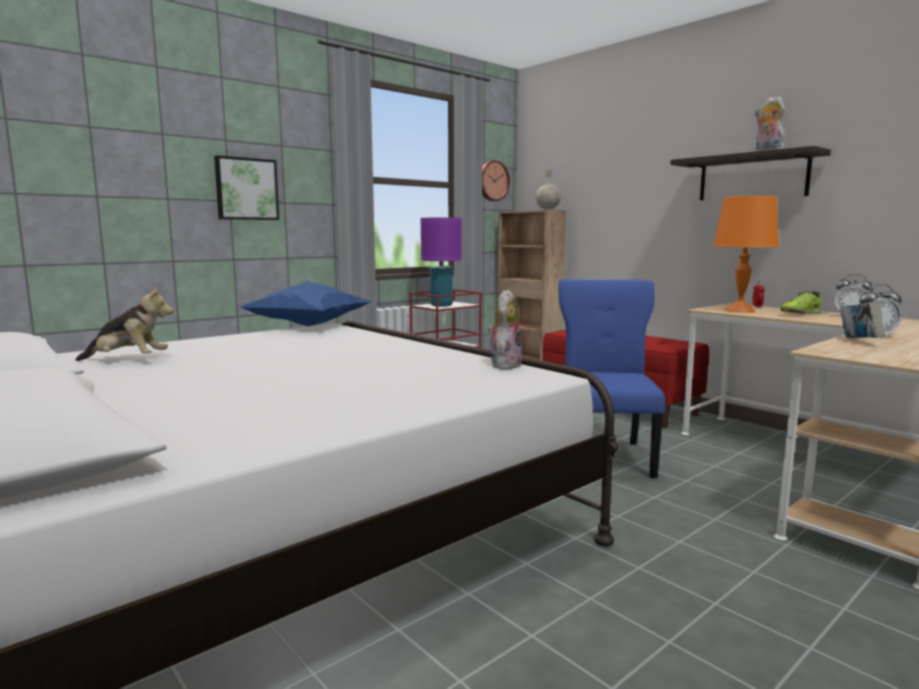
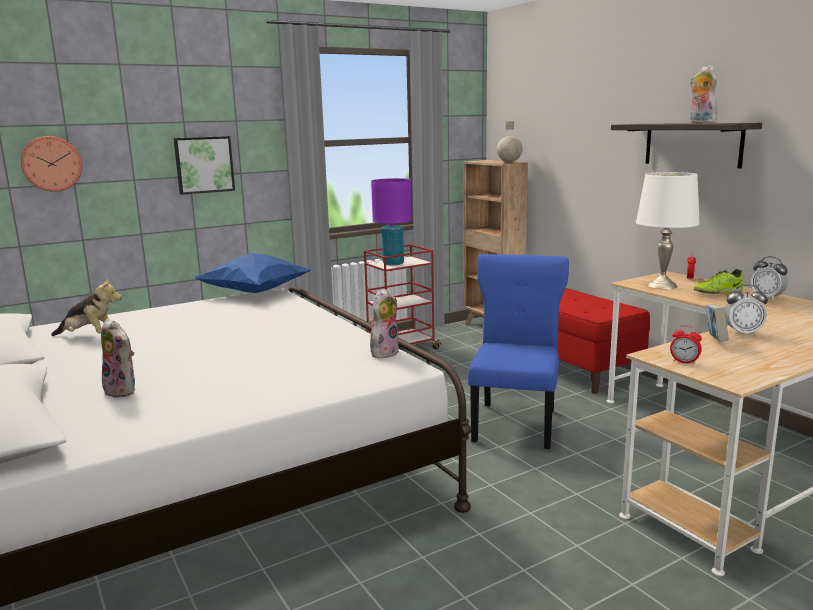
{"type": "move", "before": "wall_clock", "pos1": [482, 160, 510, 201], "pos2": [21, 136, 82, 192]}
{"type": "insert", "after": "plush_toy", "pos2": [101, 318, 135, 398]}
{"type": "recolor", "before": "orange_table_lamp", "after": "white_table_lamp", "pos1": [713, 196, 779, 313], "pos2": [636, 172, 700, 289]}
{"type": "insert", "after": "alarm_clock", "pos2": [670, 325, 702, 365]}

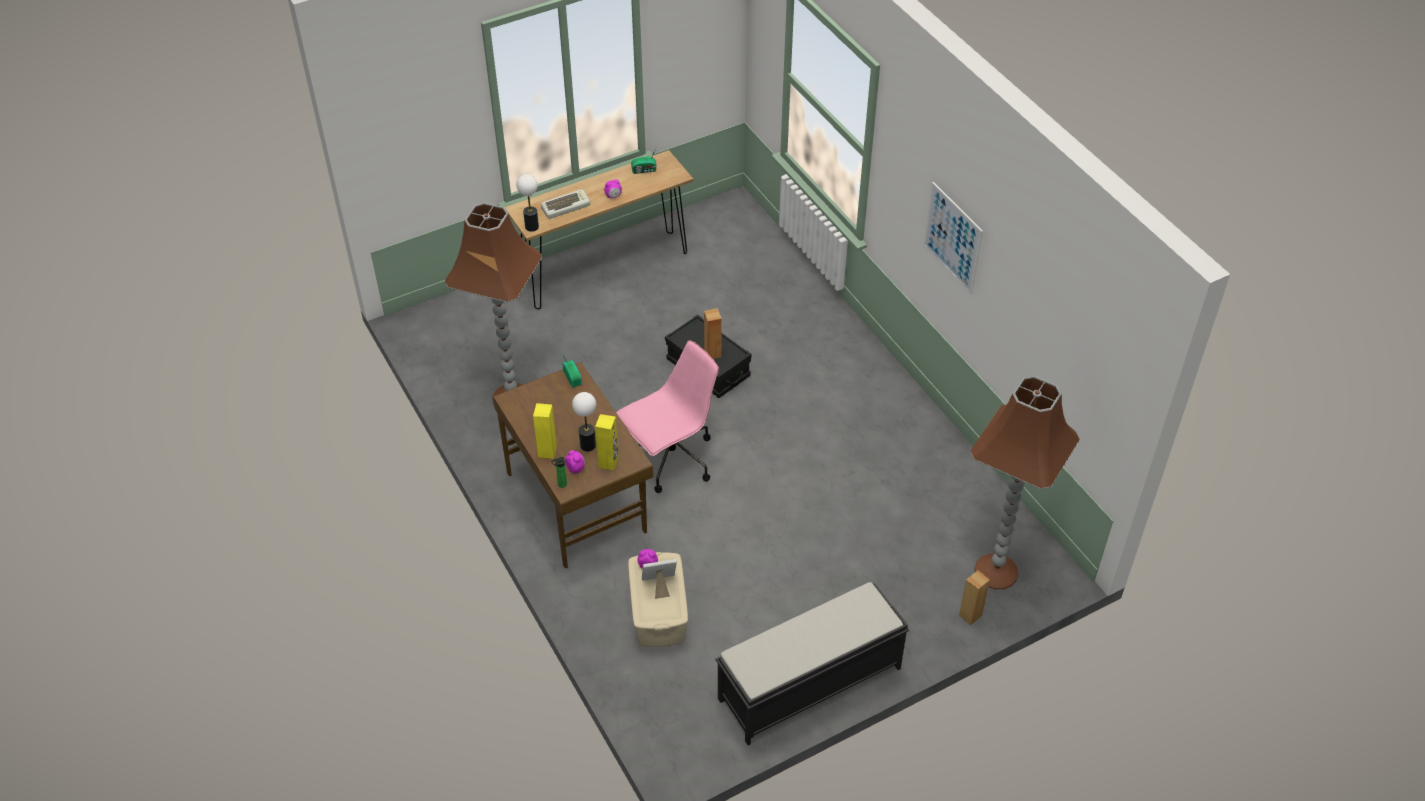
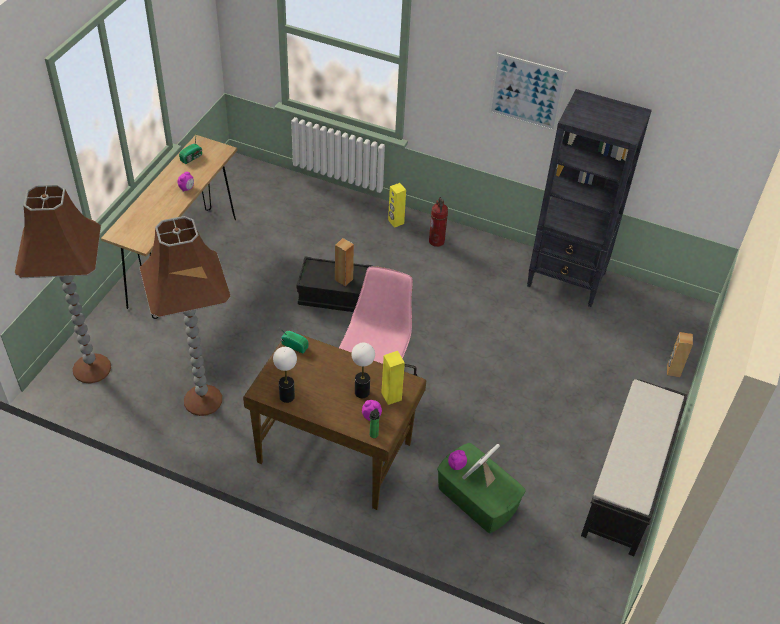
{"type": "move", "before": "brown_floor_lamp", "pos1": [970, 376, 1080, 589], "pos2": [14, 184, 111, 383]}
{"type": "move", "before": "table_lamp", "pos1": [517, 174, 539, 232], "pos2": [273, 347, 297, 403]}
{"type": "move", "before": "yellow_speaker", "pos1": [533, 403, 557, 459], "pos2": [388, 183, 406, 228]}
{"type": "insert", "after": "fire_extinguisher", "pos2": [429, 197, 448, 247]}
{"type": "recolor", "before": "beige_storage_box", "after": "green_storage_box", "pos1": [628, 552, 688, 647], "pos2": [437, 443, 526, 533]}
{"type": "insert", "after": "black_bookcase", "pos2": [527, 89, 652, 307]}
{"type": "delete", "before": "keyboard", "pos1": [541, 189, 590, 219]}

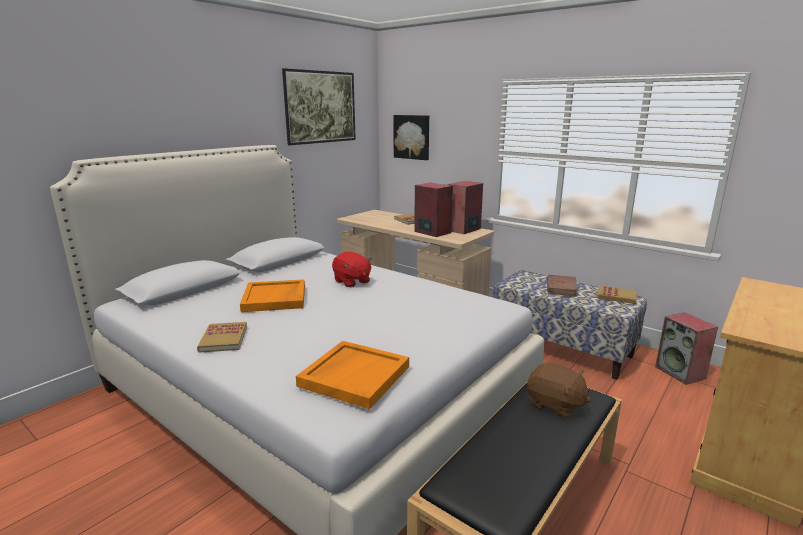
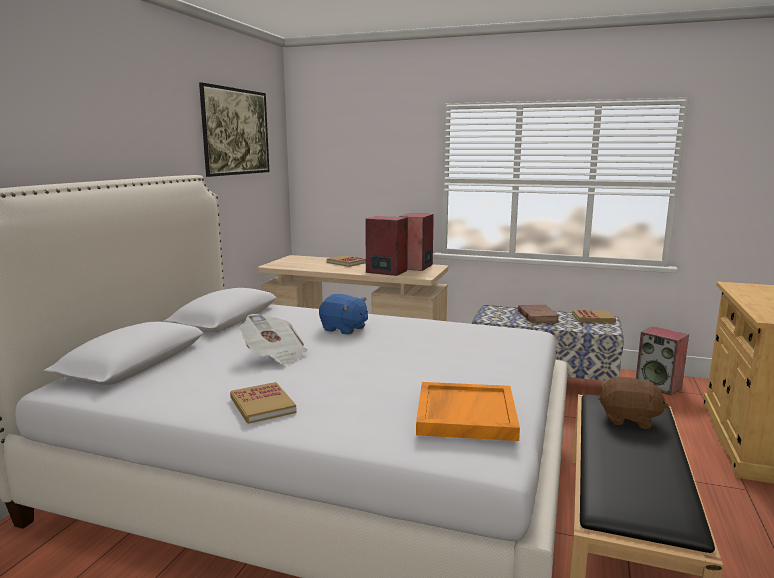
{"type": "replace", "before": "orange_tray", "after": "newspaper", "pos1": [240, 280, 305, 312], "pos2": [239, 314, 307, 366]}
{"type": "recolor", "before": "red_plush_toy", "after": "blue_plush_toy", "pos1": [332, 252, 372, 287], "pos2": [319, 294, 368, 335]}
{"type": "delete", "before": "picture", "pos1": [393, 115, 429, 160]}

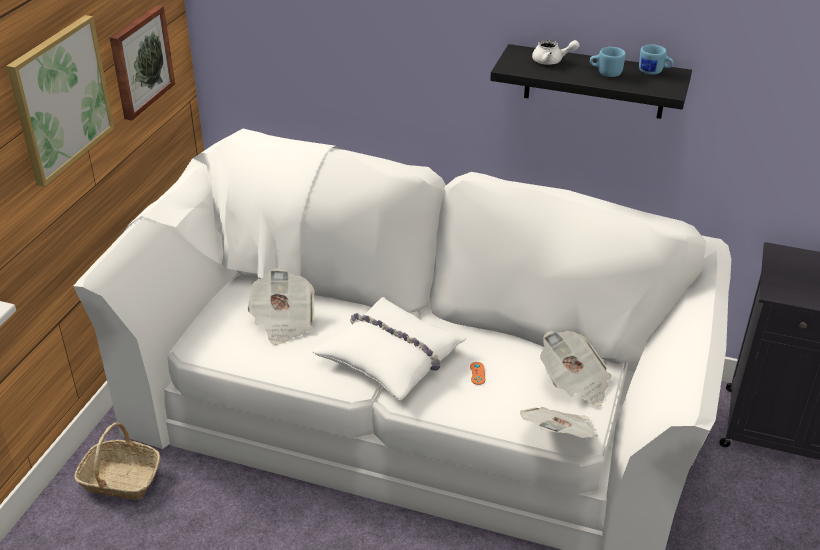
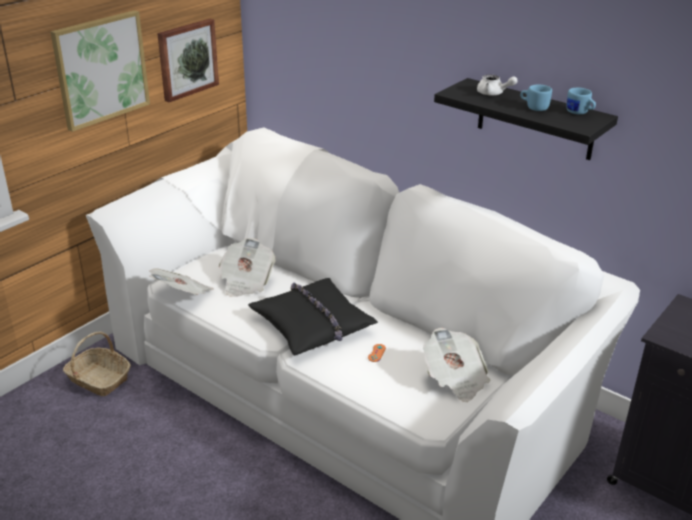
{"type": "move", "before": "newspaper", "pos1": [520, 407, 598, 438], "pos2": [149, 268, 214, 295]}
{"type": "recolor", "before": "white_pillow", "after": "black_pillow", "pos1": [312, 297, 466, 401], "pos2": [248, 278, 378, 356]}

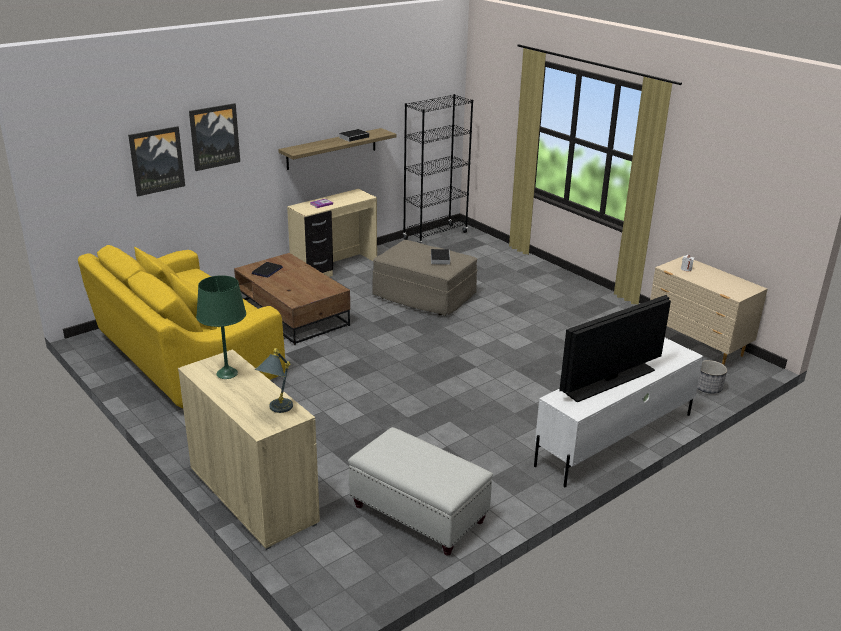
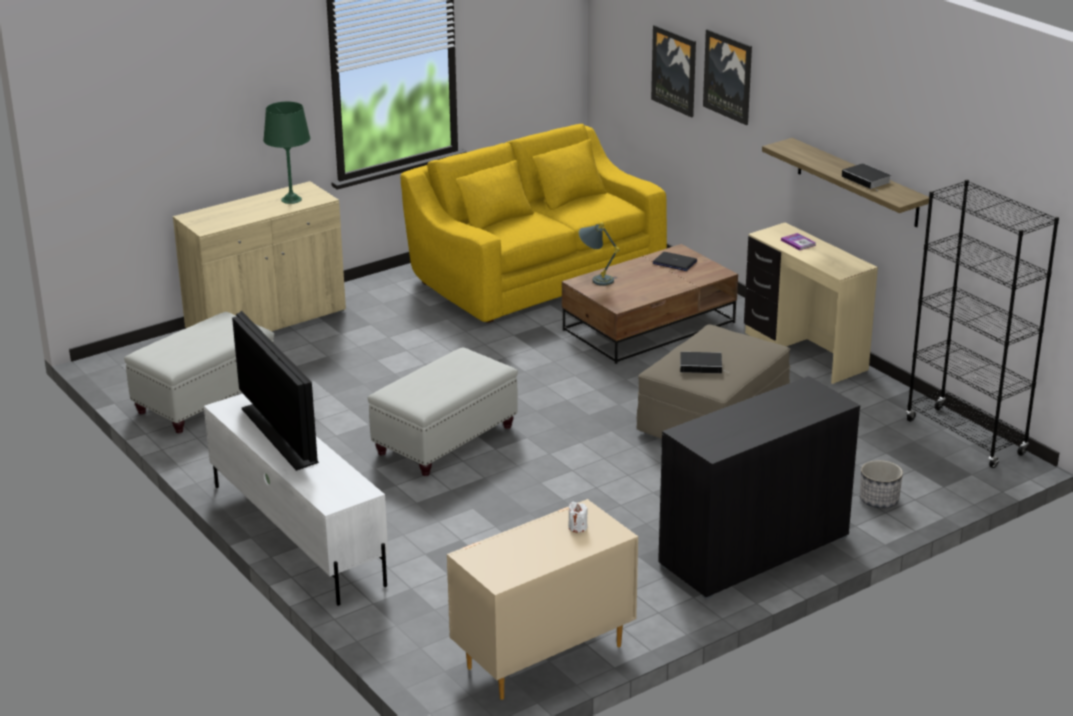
{"type": "insert", "after": "white_ottoman", "pos2": [367, 347, 518, 476]}
{"type": "move", "before": "grey_table_lamp", "pos1": [254, 348, 293, 413], "pos2": [579, 222, 620, 286]}
{"type": "insert", "after": "black_cabinet", "pos2": [658, 376, 860, 599]}
{"type": "move", "before": "planter", "pos1": [697, 360, 727, 394], "pos2": [860, 460, 903, 508]}

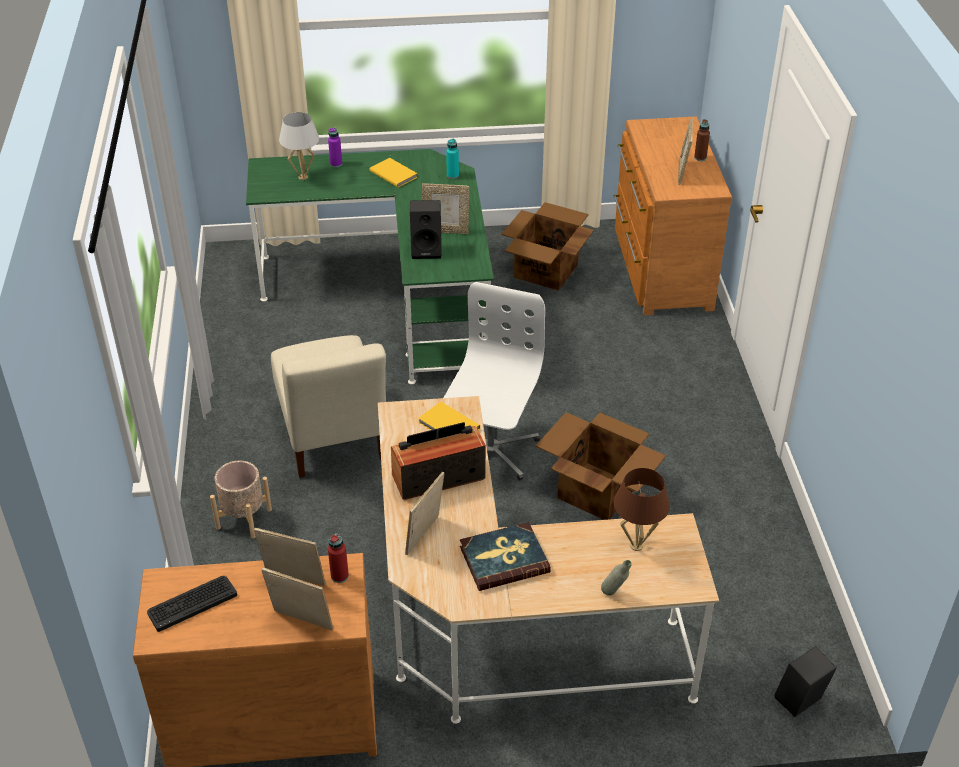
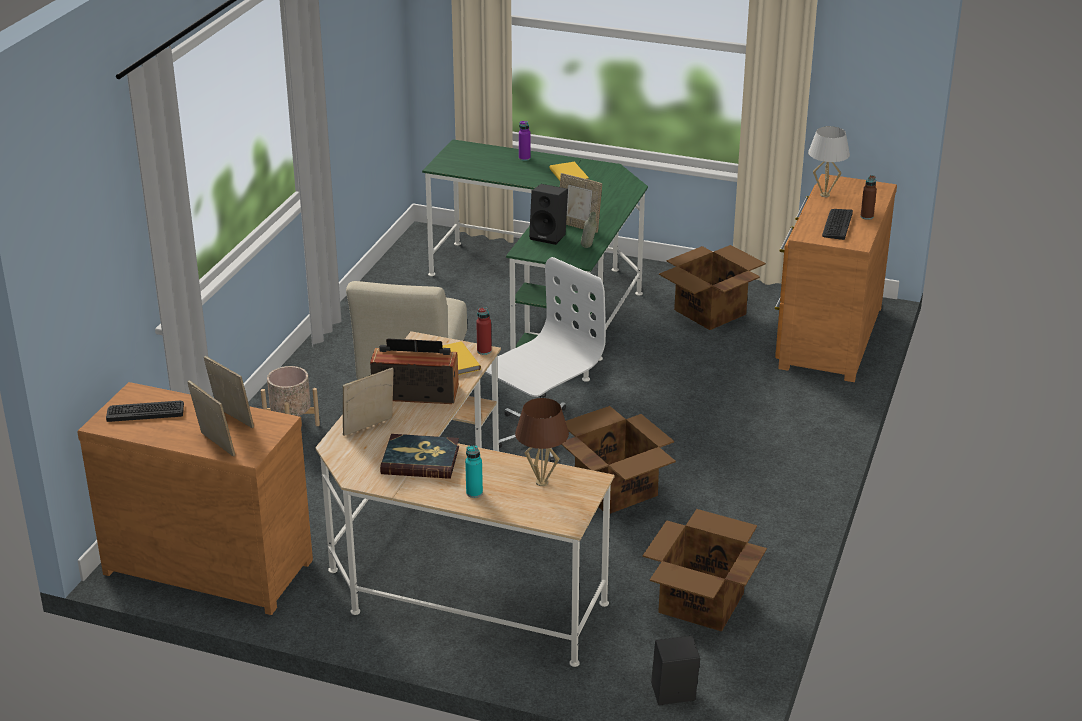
{"type": "move", "before": "turquoise_bottle", "pos1": [446, 139, 459, 179], "pos2": [465, 445, 483, 498]}
{"type": "move", "before": "red_bottle", "pos1": [328, 533, 349, 583], "pos2": [476, 307, 492, 355]}
{"type": "move", "before": "grey_bottle", "pos1": [601, 560, 632, 596], "pos2": [581, 212, 597, 248]}
{"type": "insert", "after": "cardboard_box", "pos2": [643, 509, 767, 632]}
{"type": "move", "before": "white_table_lamp", "pos1": [279, 112, 319, 180], "pos2": [808, 126, 850, 197]}
{"type": "replace", "before": "picture_frame", "after": "keyboard", "pos1": [678, 118, 693, 185], "pos2": [822, 209, 853, 240]}

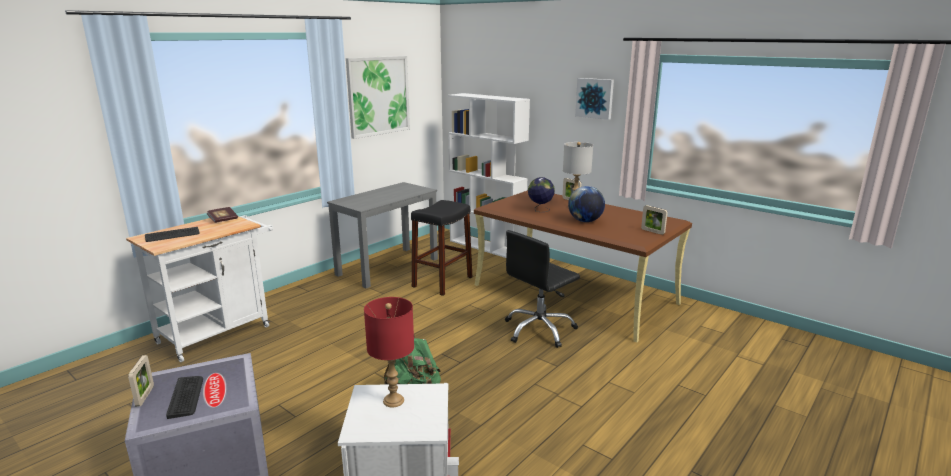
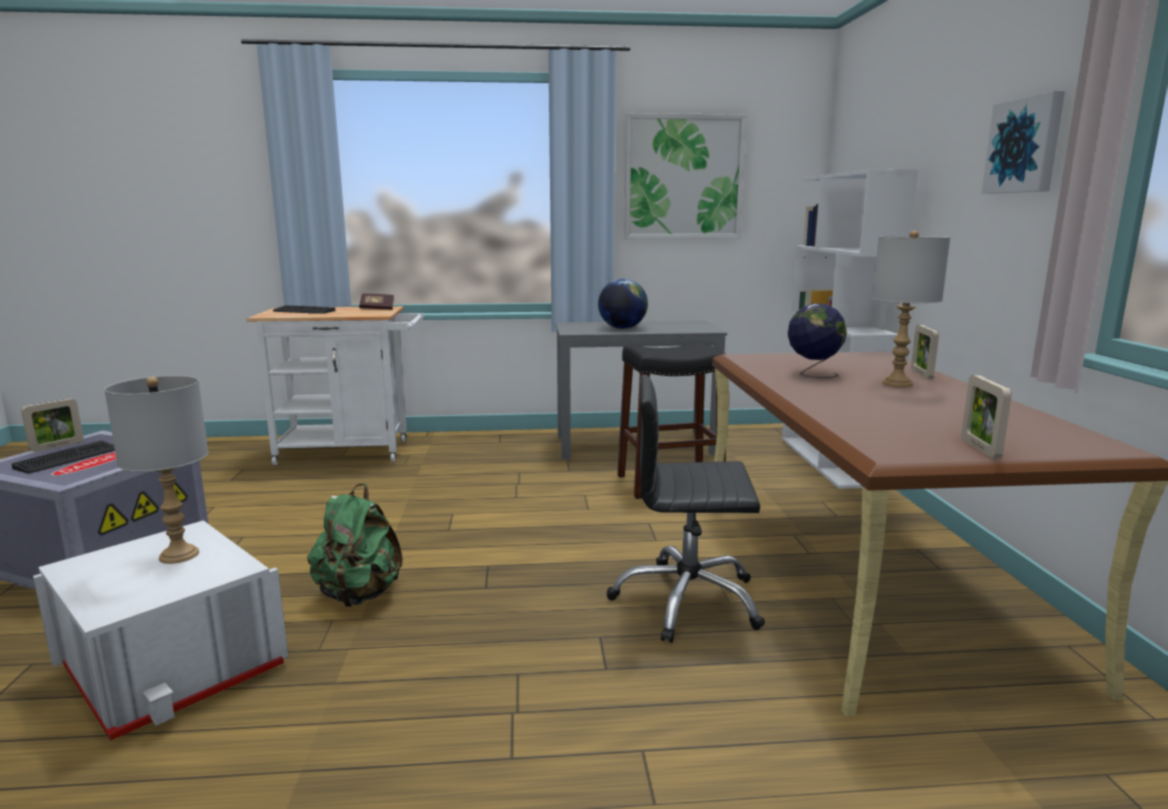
{"type": "recolor", "before": "red_table_lamp", "after": "grey_table_lamp", "pos1": [364, 297, 414, 407], "pos2": [104, 375, 208, 564]}
{"type": "move", "before": "globe", "pos1": [568, 186, 605, 222], "pos2": [598, 279, 648, 329]}

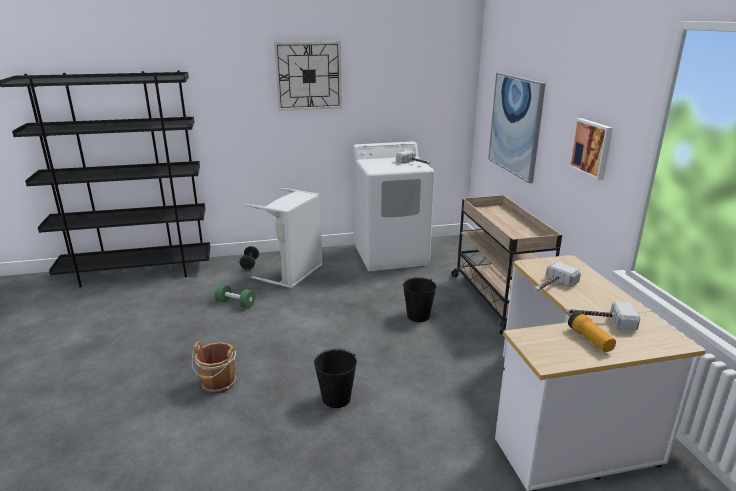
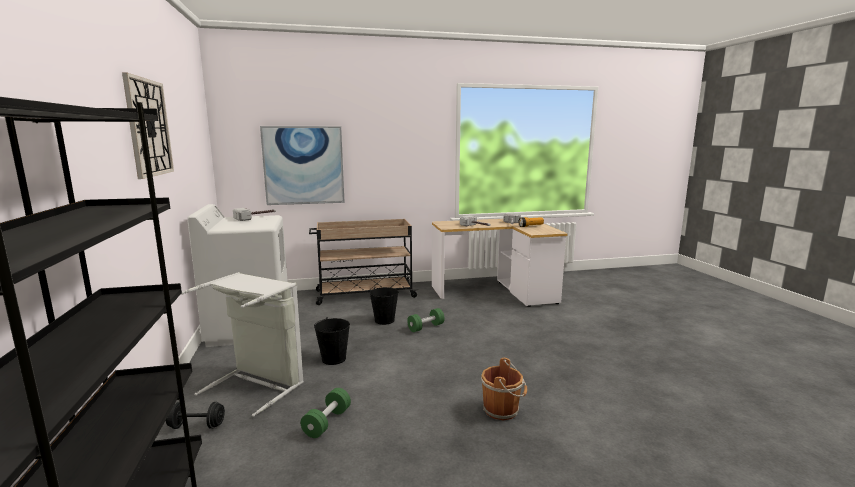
{"type": "move", "before": "black_bucket", "pos1": [314, 349, 357, 408], "pos2": [314, 317, 350, 365]}
{"type": "insert", "after": "green_dumbbell", "pos2": [407, 308, 445, 332]}
{"type": "delete", "before": "picture", "pos1": [569, 118, 613, 180]}

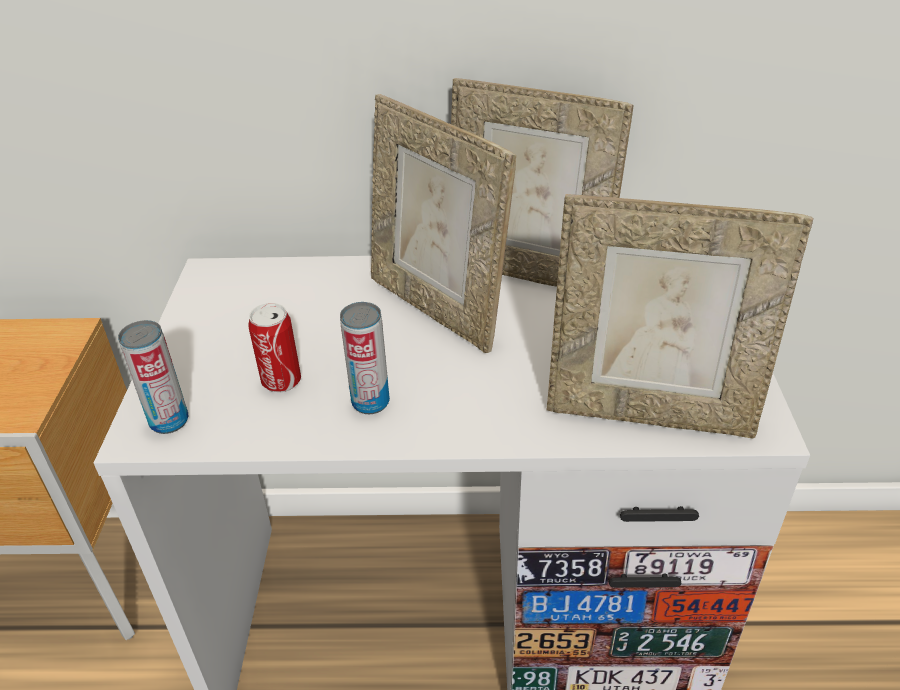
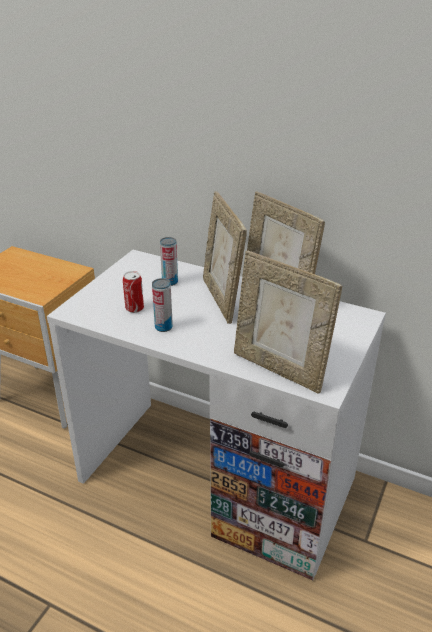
{"type": "move", "before": "can", "pos1": [118, 320, 188, 434], "pos2": [160, 237, 178, 286]}

